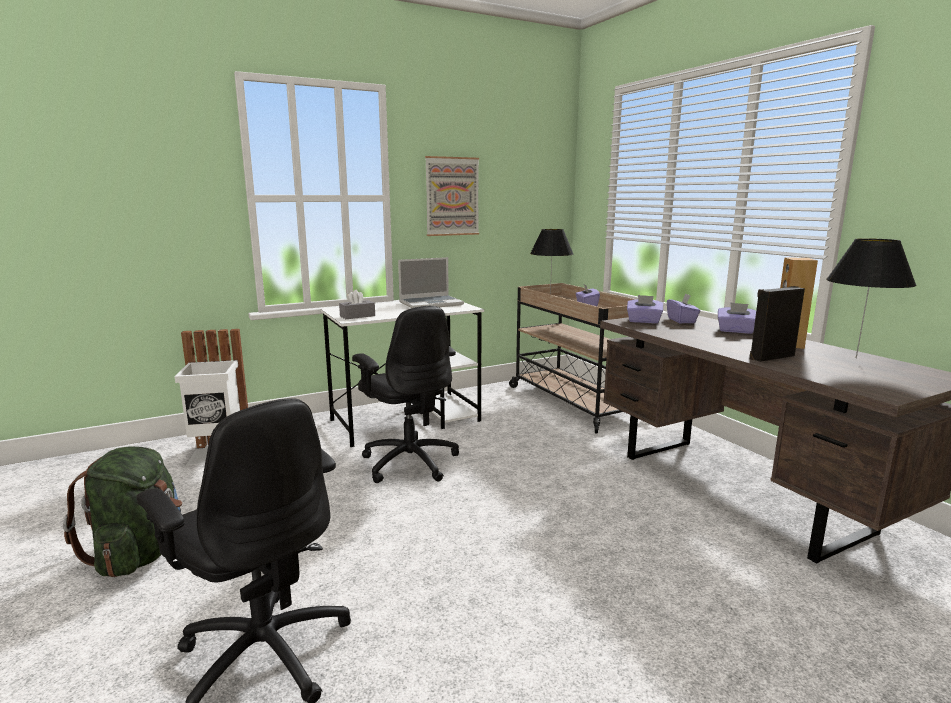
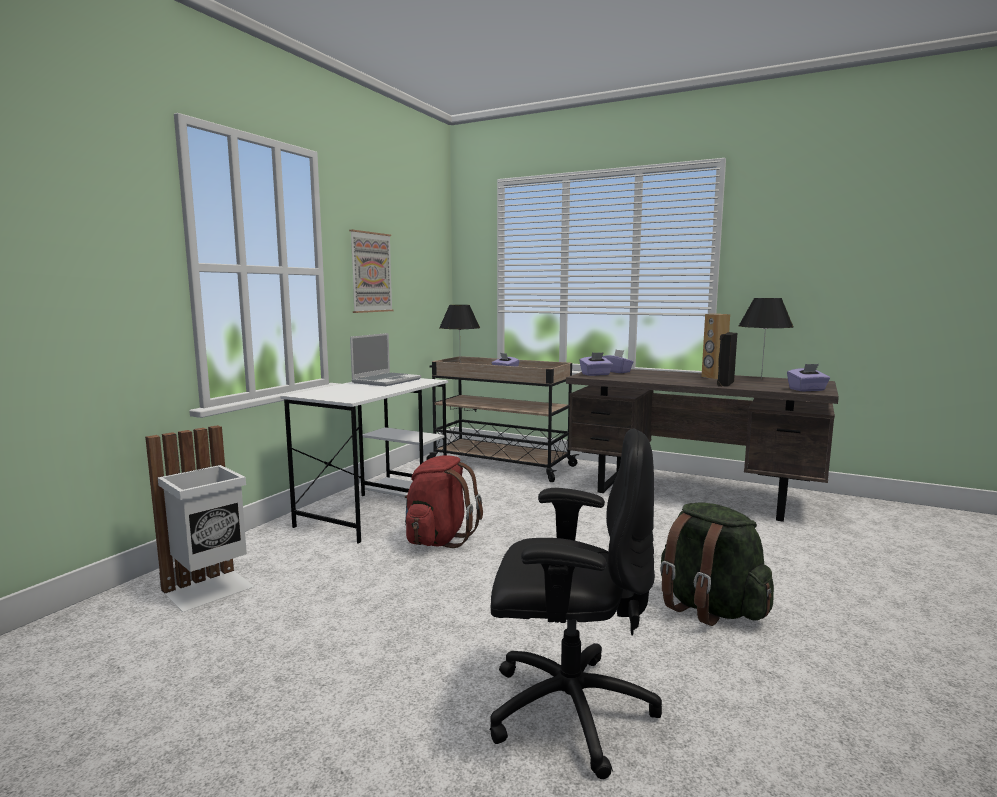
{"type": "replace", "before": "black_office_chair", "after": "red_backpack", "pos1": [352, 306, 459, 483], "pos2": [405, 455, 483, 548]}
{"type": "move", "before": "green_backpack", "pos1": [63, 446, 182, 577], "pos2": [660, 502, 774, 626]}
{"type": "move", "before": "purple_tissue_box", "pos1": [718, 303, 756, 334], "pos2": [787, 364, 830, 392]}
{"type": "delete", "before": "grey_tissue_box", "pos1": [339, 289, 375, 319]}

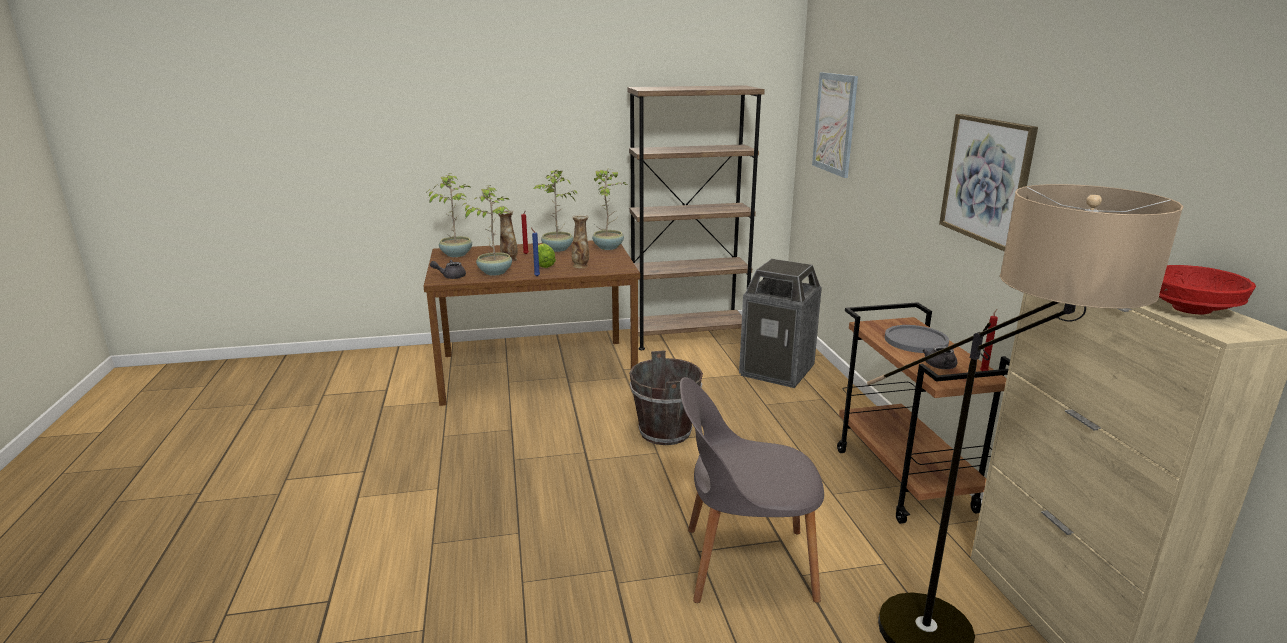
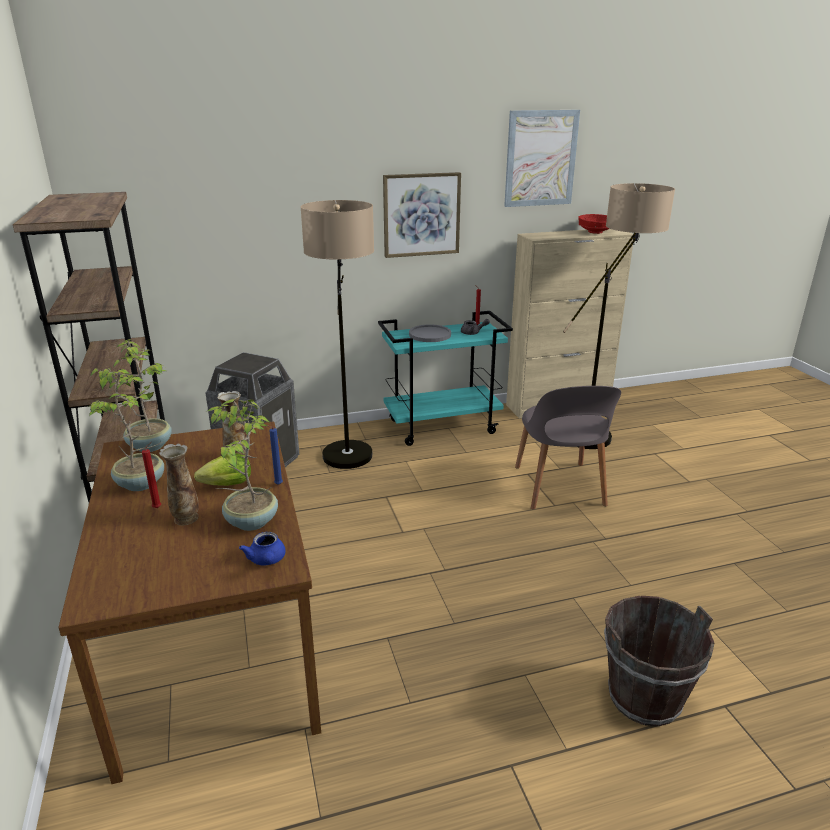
{"type": "recolor", "before": "grey_teapot", "after": "blue_teapot", "pos1": [430, 260, 466, 279], "pos2": [239, 532, 286, 565]}
{"type": "insert", "after": "floor_lamp", "pos2": [301, 200, 374, 469]}
{"type": "recolor", "before": "brown_cart", "after": "turquoise_cart", "pos1": [837, 302, 1010, 524], "pos2": [378, 311, 513, 446]}
{"type": "move", "before": "picture", "pos1": [812, 72, 858, 178], "pos2": [504, 110, 580, 207]}
{"type": "move", "before": "brown_bucket", "pos1": [629, 350, 703, 445], "pos2": [604, 596, 714, 727]}
{"type": "delete", "before": "potted_plant", "pos1": [428, 173, 472, 257]}

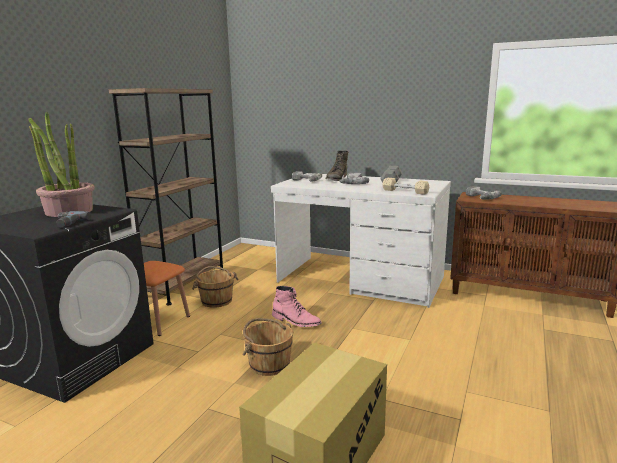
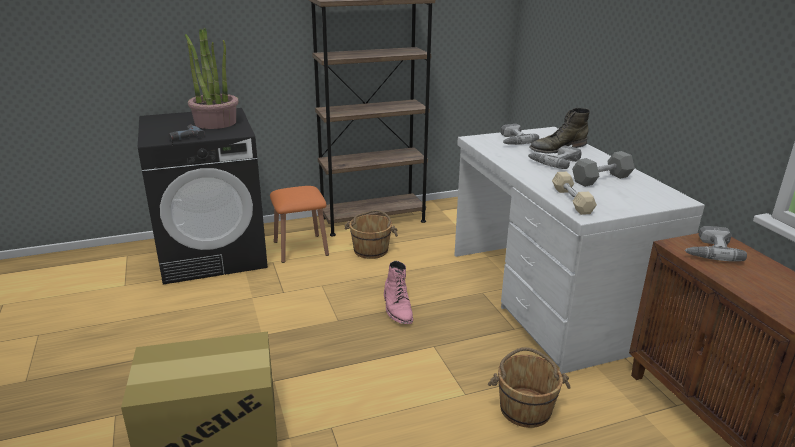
{"type": "move", "before": "brown_bucket", "pos1": [243, 318, 294, 376], "pos2": [488, 347, 571, 428]}

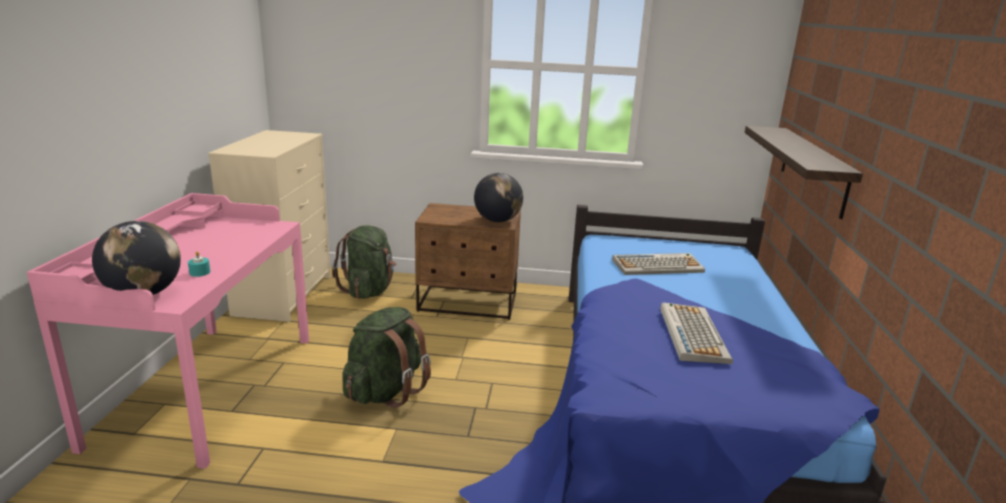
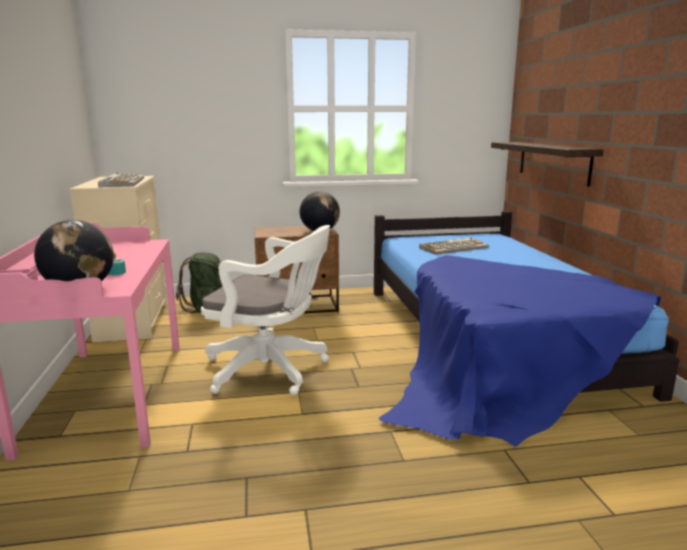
{"type": "move", "before": "keyboard", "pos1": [660, 303, 733, 364], "pos2": [98, 173, 144, 187]}
{"type": "replace", "before": "green_backpack", "after": "white_office_chair", "pos1": [343, 307, 431, 408], "pos2": [201, 225, 330, 396]}

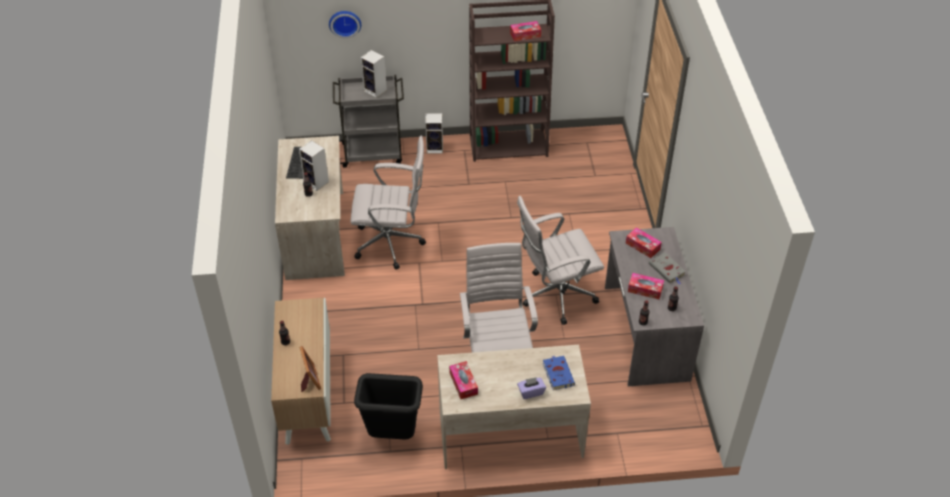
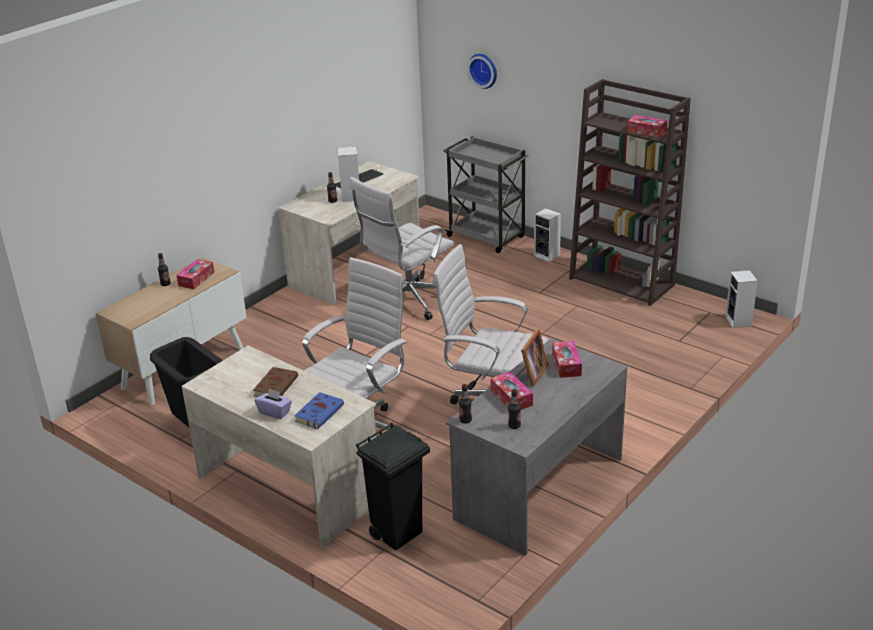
{"type": "move", "before": "tissue_box", "pos1": [449, 361, 478, 399], "pos2": [176, 259, 214, 289]}
{"type": "insert", "after": "brown_book", "pos2": [253, 367, 298, 397]}
{"type": "rotate", "before": "white_office_chair", "pos1": [351, 136, 426, 270], "pos2": [350, 177, 454, 320], "turn": 90}
{"type": "insert", "after": "black_trash_can", "pos2": [356, 423, 430, 550]}
{"type": "move", "before": "picture_frame", "pos1": [299, 346, 321, 392], "pos2": [515, 329, 549, 386]}
{"type": "move", "before": "speaker", "pos1": [361, 50, 387, 98], "pos2": [725, 270, 758, 328]}
{"type": "delete", "before": "grey_book", "pos1": [649, 252, 686, 285]}

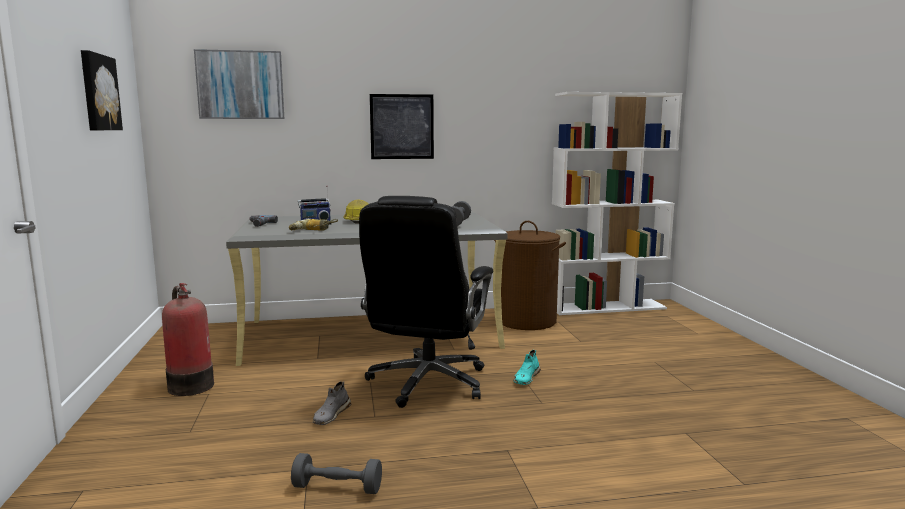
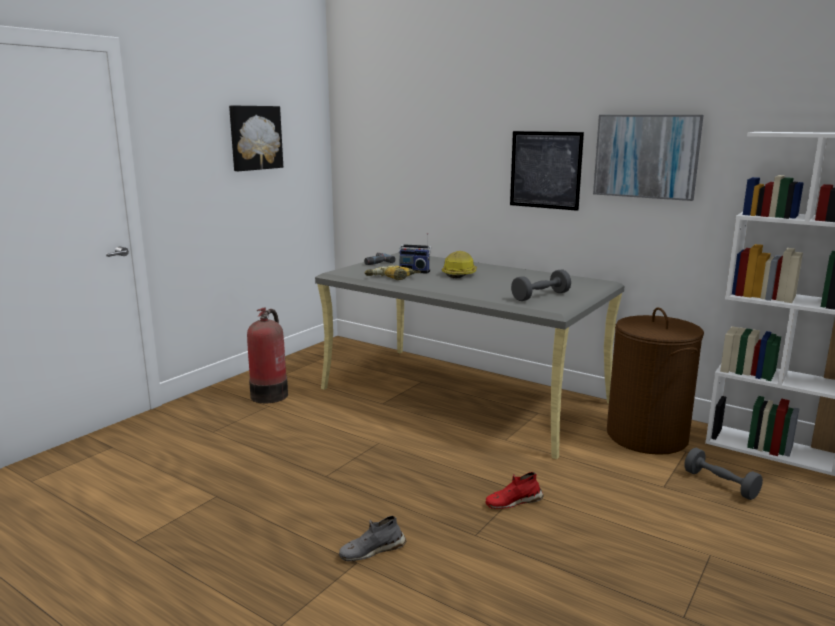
{"type": "move", "before": "grey_shoe", "pos1": [313, 382, 351, 425], "pos2": [339, 516, 407, 561]}
{"type": "recolor", "before": "turquoise_shoe", "after": "red_shoe", "pos1": [513, 350, 541, 385], "pos2": [485, 472, 544, 509]}
{"type": "move", "before": "picture", "pos1": [194, 49, 284, 119], "pos2": [593, 115, 704, 201]}
{"type": "move", "before": "grey_dumbbell", "pos1": [291, 453, 382, 494], "pos2": [684, 448, 763, 500]}
{"type": "delete", "before": "black_office_chair", "pos1": [359, 196, 493, 408]}

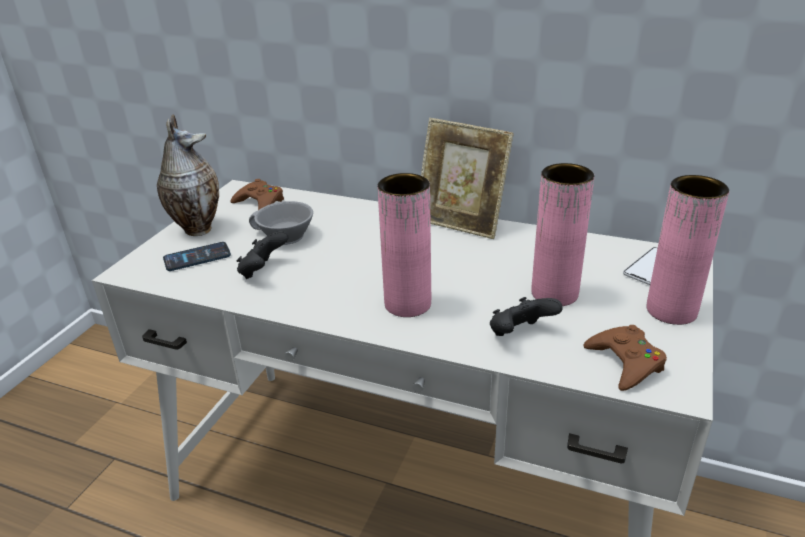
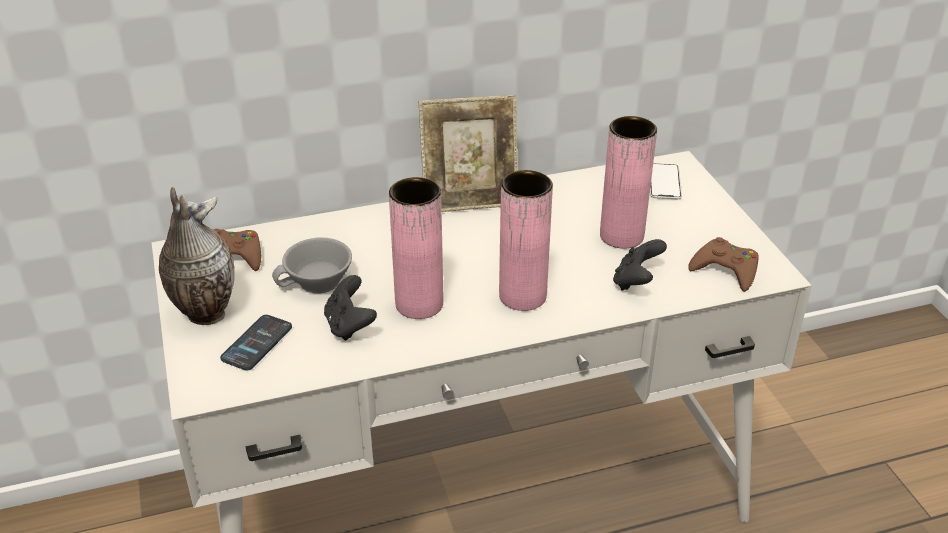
{"type": "move", "before": "pink_vase", "pos1": [646, 175, 729, 325], "pos2": [389, 177, 444, 319]}

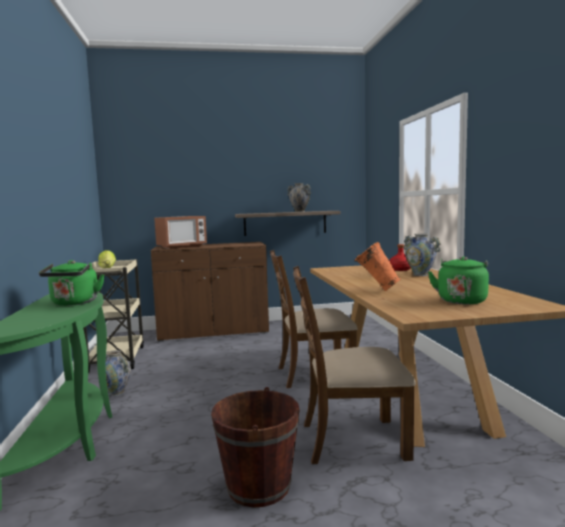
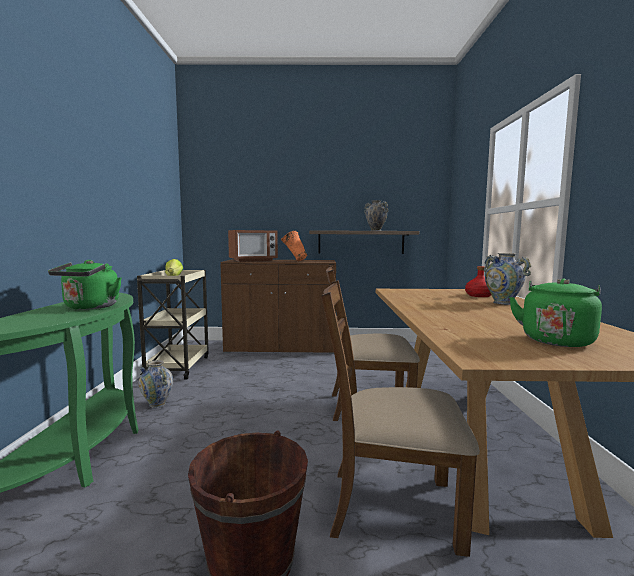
{"type": "move", "before": "orange_vase", "pos1": [355, 242, 400, 291], "pos2": [281, 231, 307, 261]}

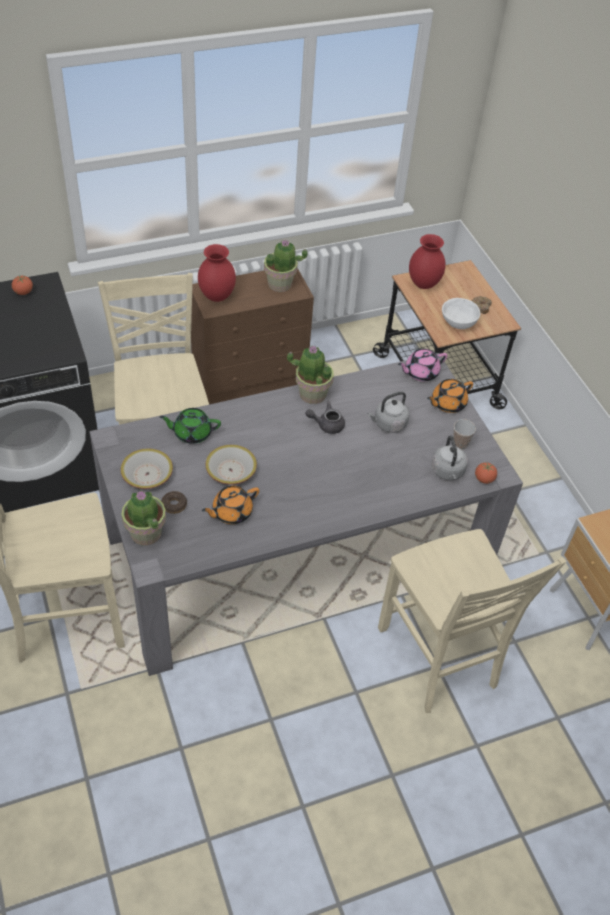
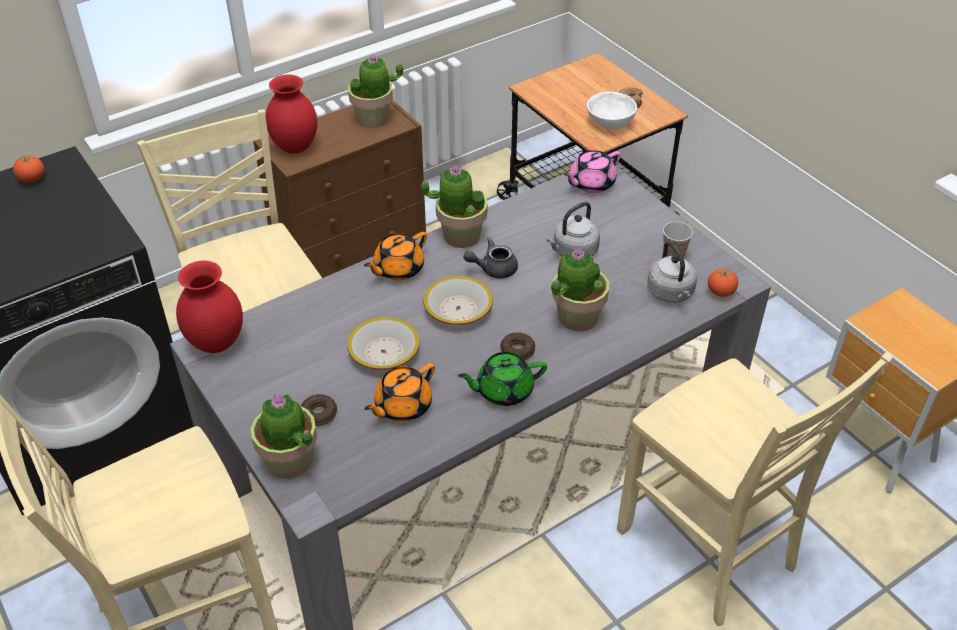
{"type": "move", "before": "red_vase", "pos1": [409, 234, 445, 289], "pos2": [176, 261, 243, 353]}
{"type": "move", "before": "orange_teapot", "pos1": [427, 379, 473, 413], "pos2": [364, 232, 427, 281]}
{"type": "move", "before": "bowl", "pos1": [121, 449, 173, 489], "pos2": [423, 276, 493, 325]}
{"type": "move", "before": "green_teapot", "pos1": [160, 408, 221, 444], "pos2": [458, 352, 547, 406]}
{"type": "insert", "after": "donut", "pos2": [500, 332, 535, 360]}
{"type": "insert", "after": "potted_plant", "pos2": [551, 248, 609, 331]}

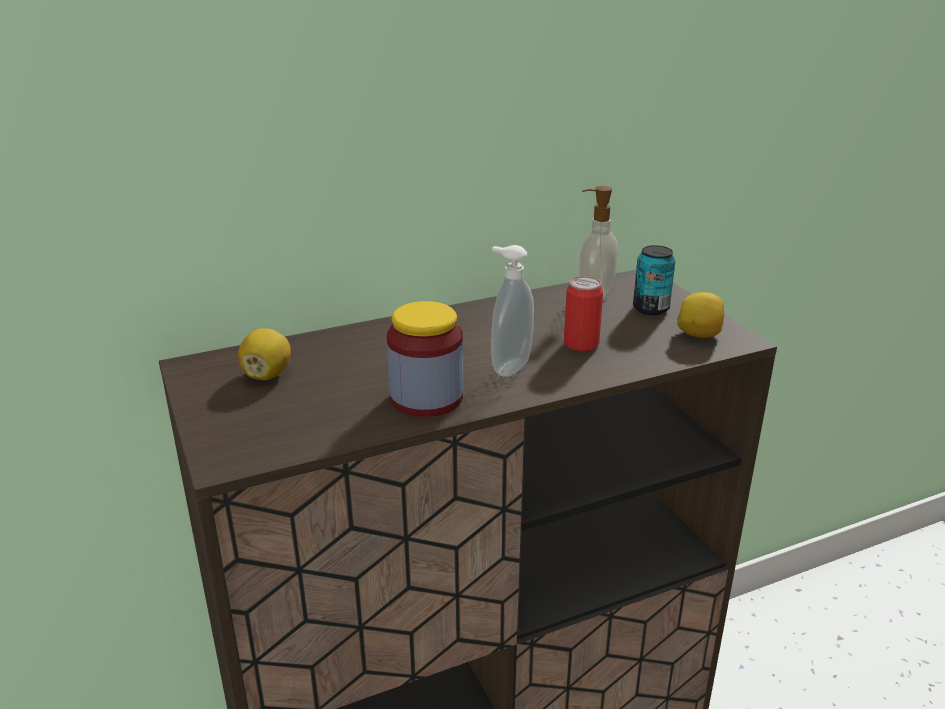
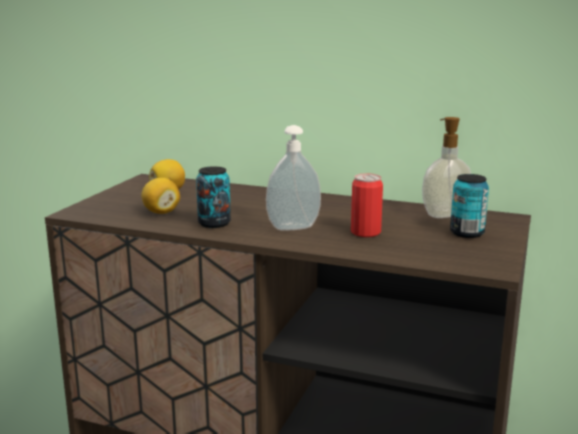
{"type": "move", "before": "lemon", "pos1": [677, 292, 724, 338], "pos2": [141, 178, 180, 214]}
{"type": "replace", "before": "jar", "after": "can", "pos1": [387, 301, 463, 417], "pos2": [196, 166, 231, 228]}

